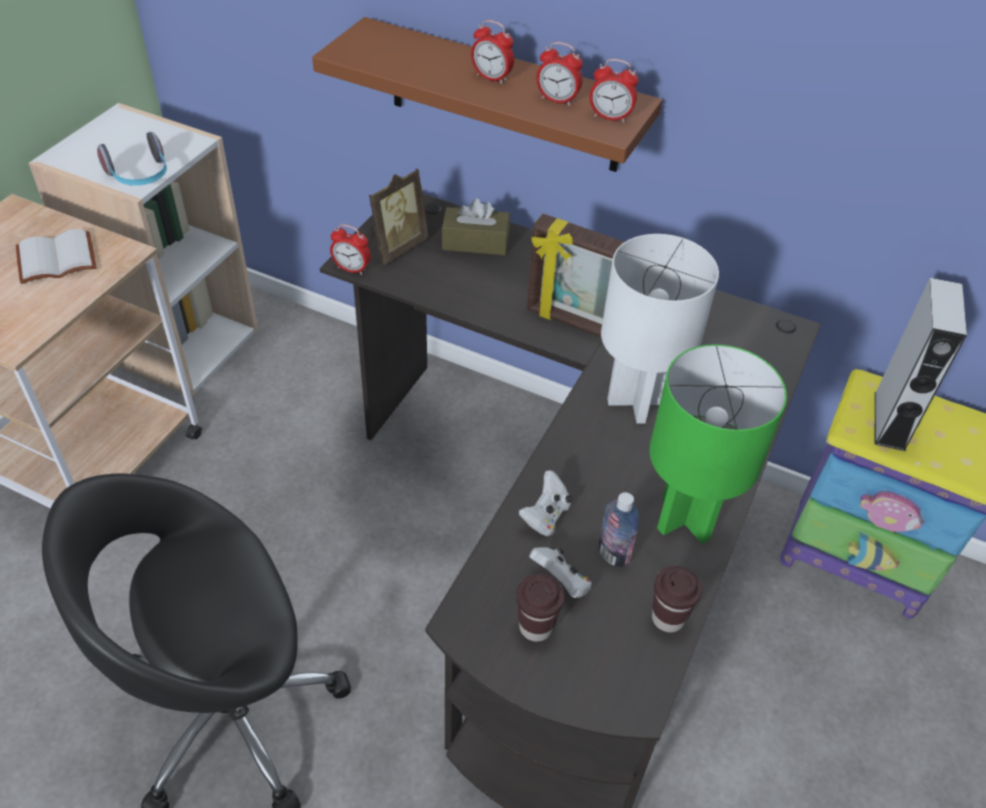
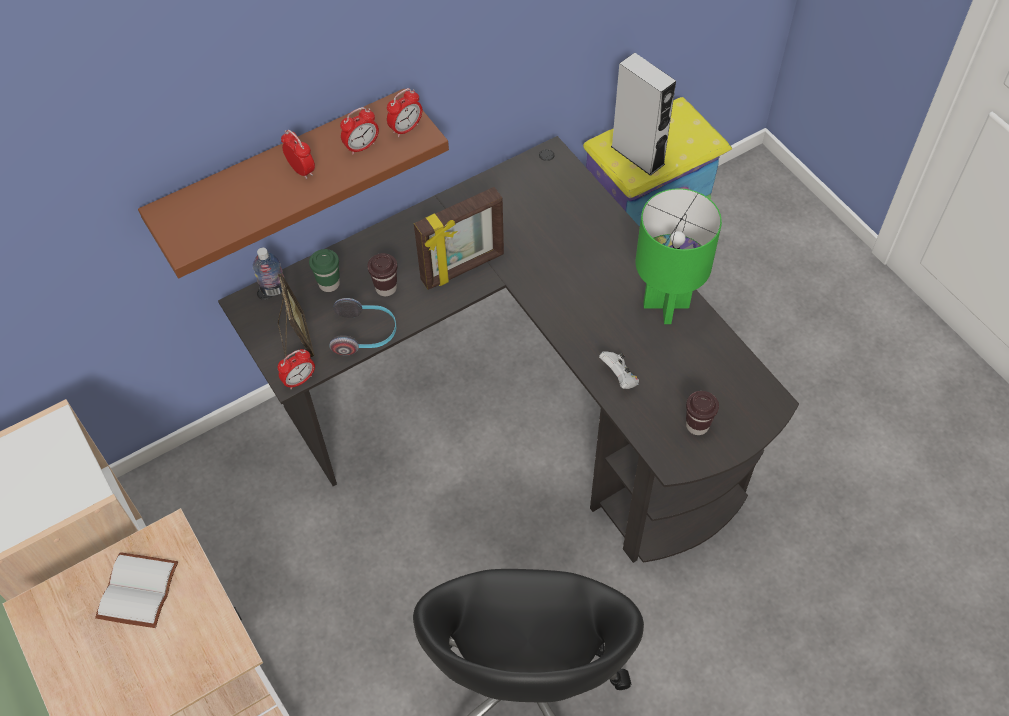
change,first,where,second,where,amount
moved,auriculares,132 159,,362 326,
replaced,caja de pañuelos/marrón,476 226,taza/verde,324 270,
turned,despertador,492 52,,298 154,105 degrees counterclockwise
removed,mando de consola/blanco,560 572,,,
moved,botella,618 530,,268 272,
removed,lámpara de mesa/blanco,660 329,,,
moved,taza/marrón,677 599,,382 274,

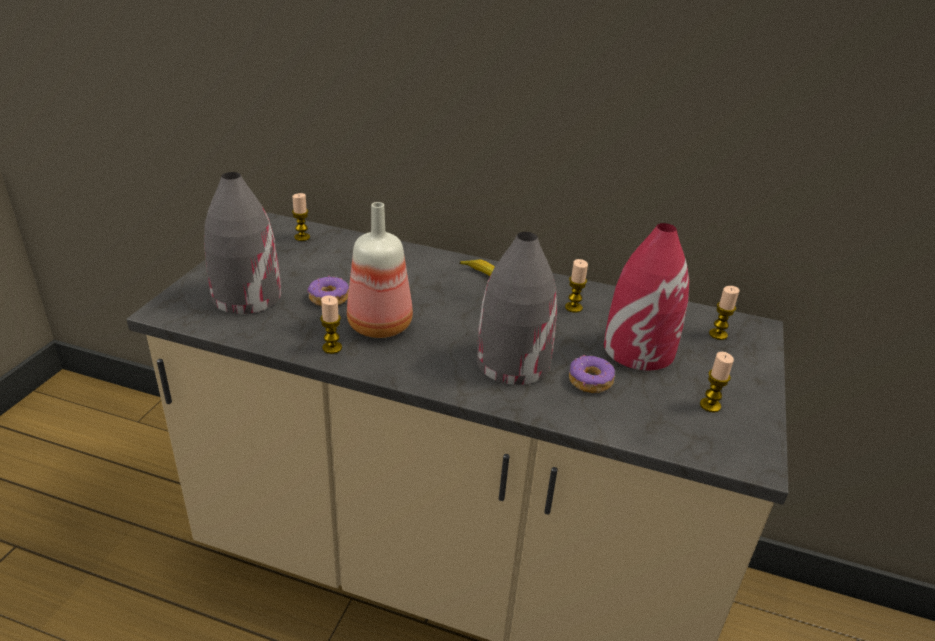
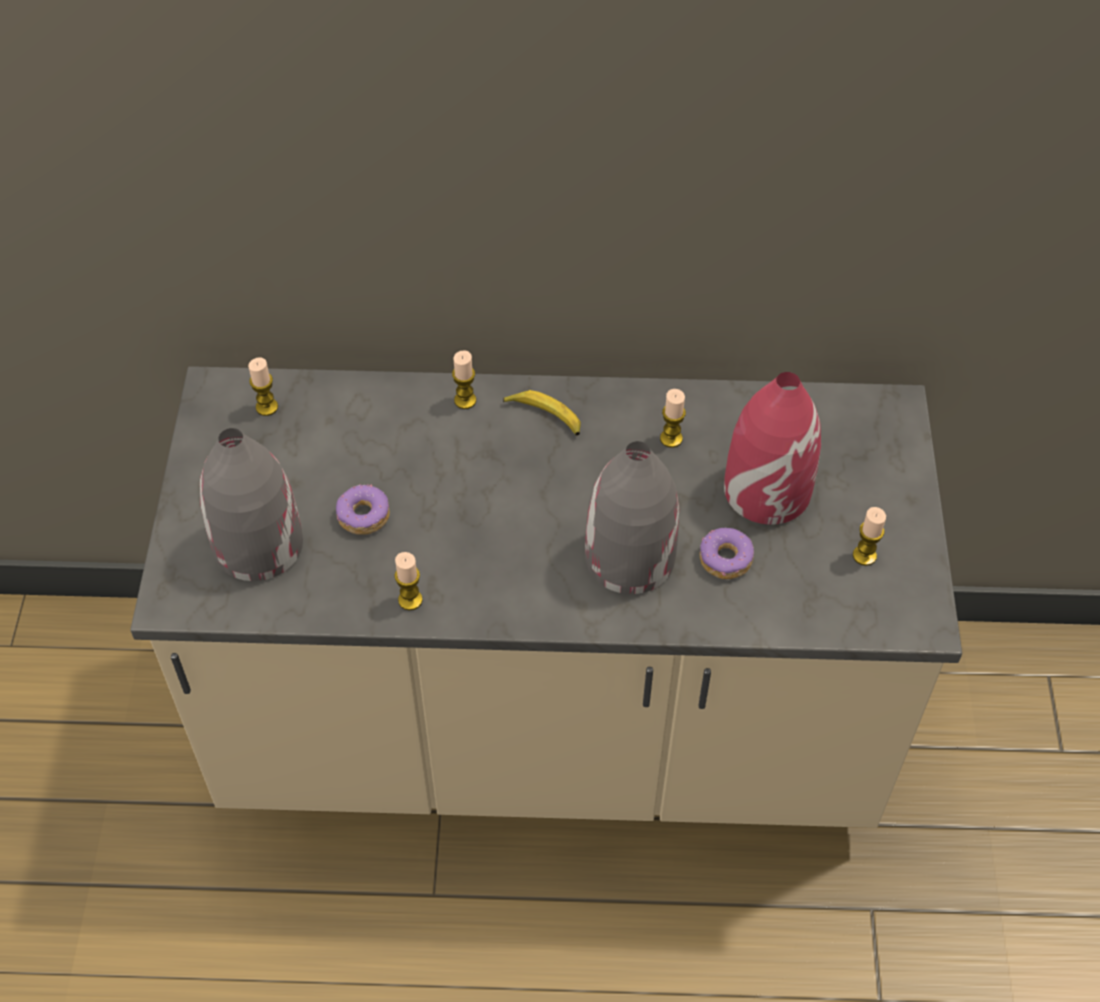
change,first,where,second,where,amount
removed,botella,380 270,,,
moved,vela,724 313,,464 379,

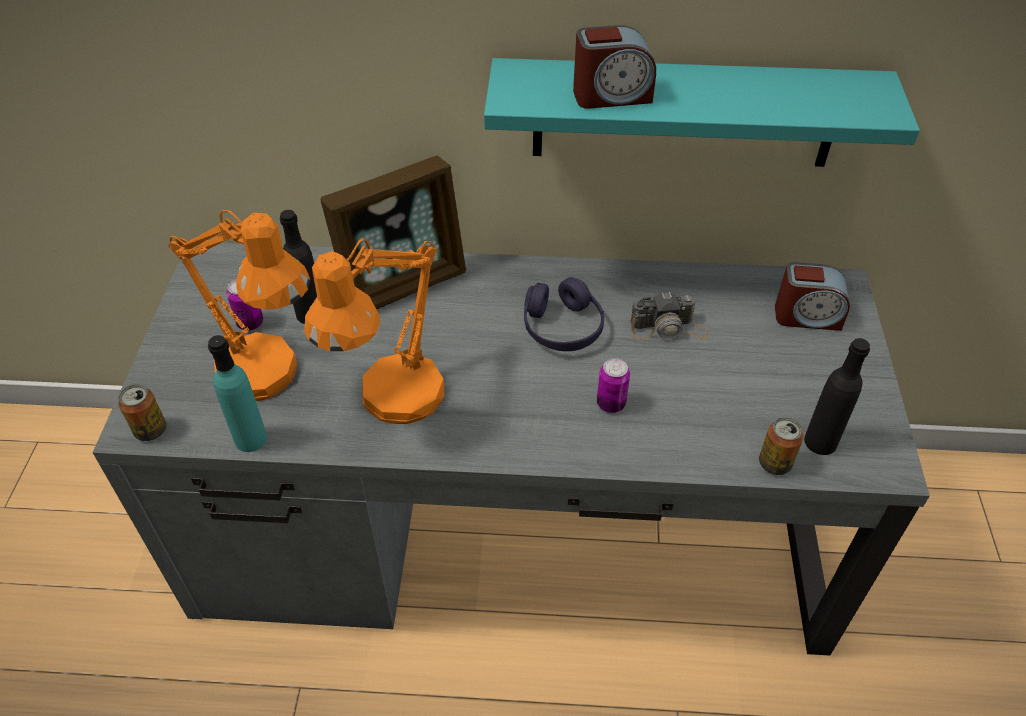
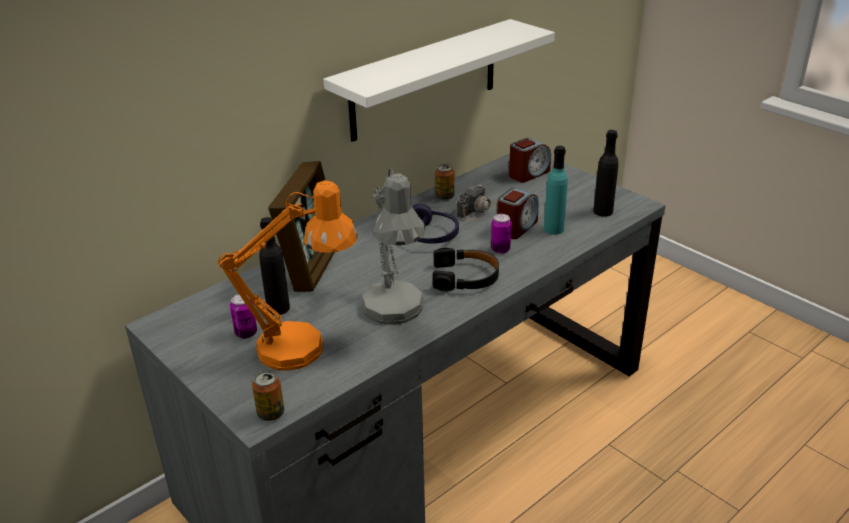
change,first,where,second,where,amount
moved,botella/turquesa,237 393,,556 190,
recoloured,lámpara de mesa/naranja,374 331,lámpara de mesa/gris,393 246,
recoloured,estante/turquesa,702 112,estante/blanco,439 80,
moved,despertador,614 67,,518 213,
moved,lata,781 446,,445 182,
added,,,auriculares/negro,466 269,

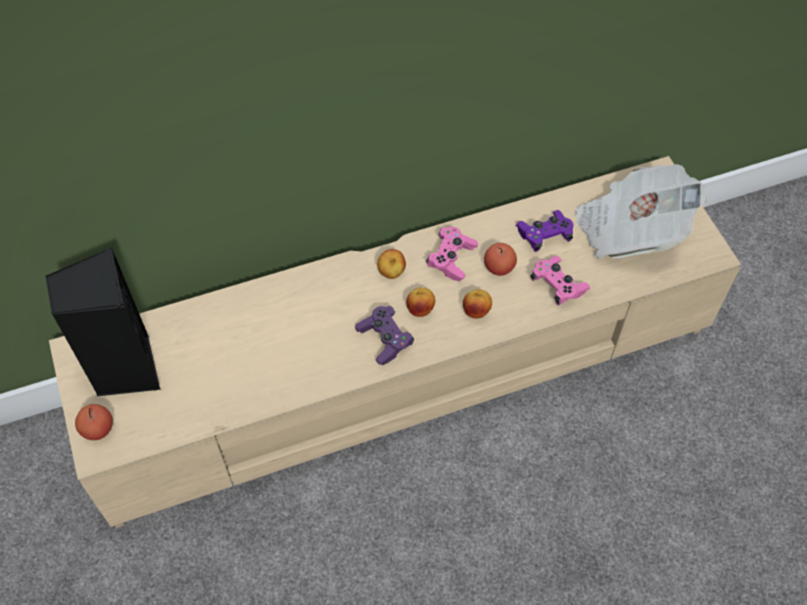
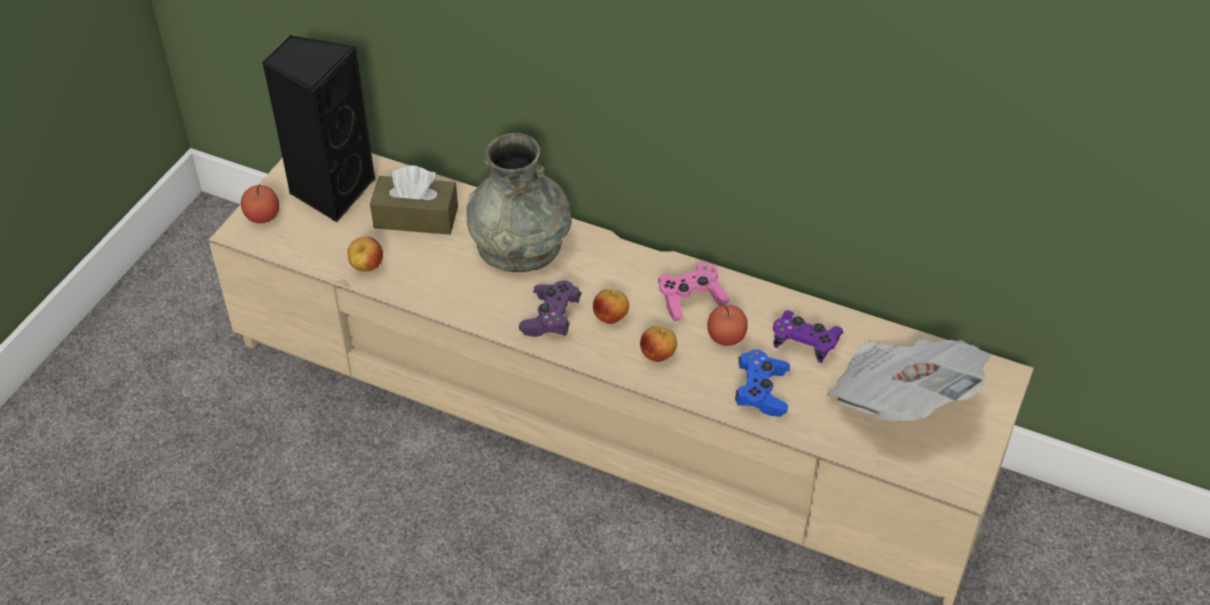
change,first,where,second,where,amount
moved,manzana,391 264,,365 254,
recoloured,mando de consola/rosa,560 281,mando de consola/azul,762 383,
added,,,caja de pañuelos/marrón,414 200,
added,,,florero/gris,519 202,

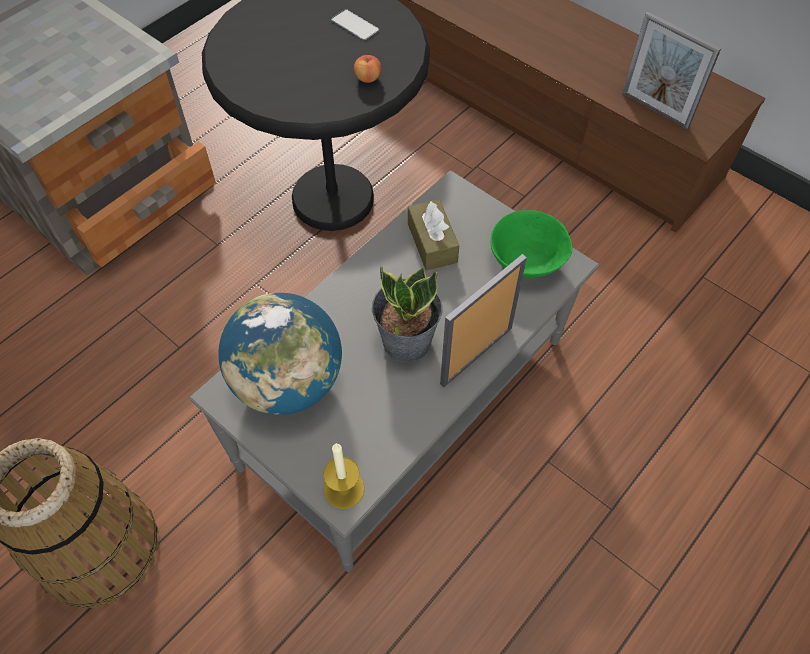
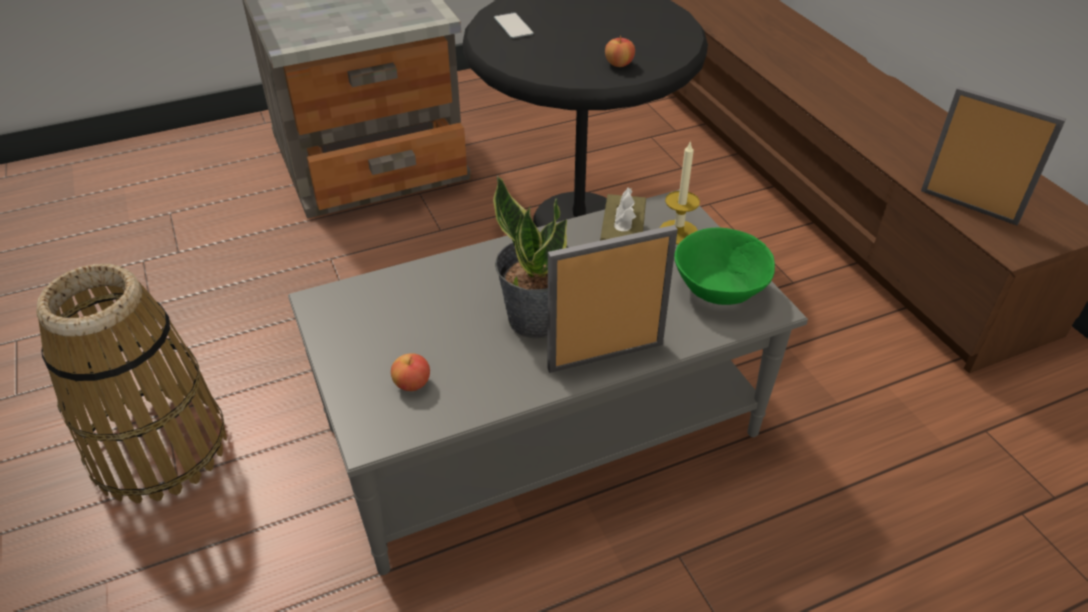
change,first,where,second,where,amount
removed,globo terráqueo,280 354,,,
moved,vela,344 476,,680 192,
moved,móvil,355 24,,514 25,
turned,portarretratos,671 70,,993 155,150 degrees clockwise
added,,,manzana,410 372,

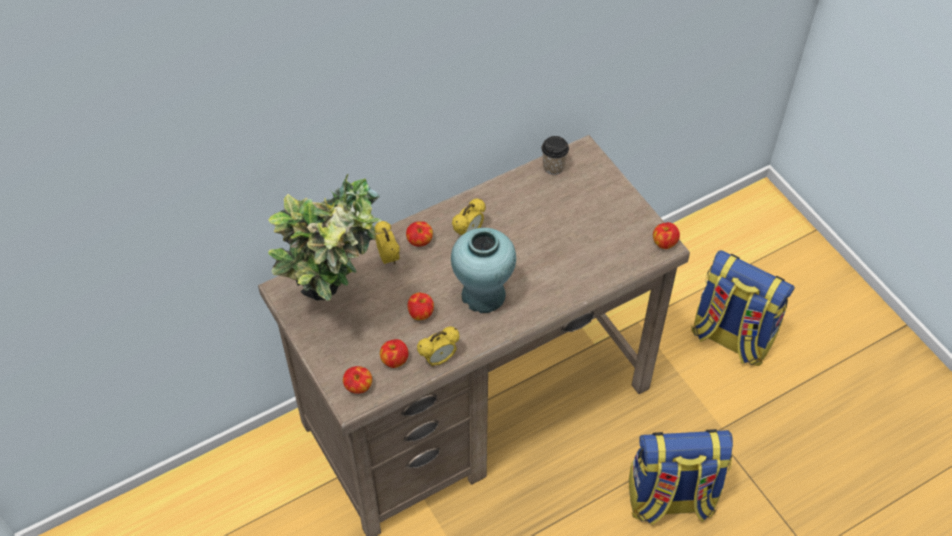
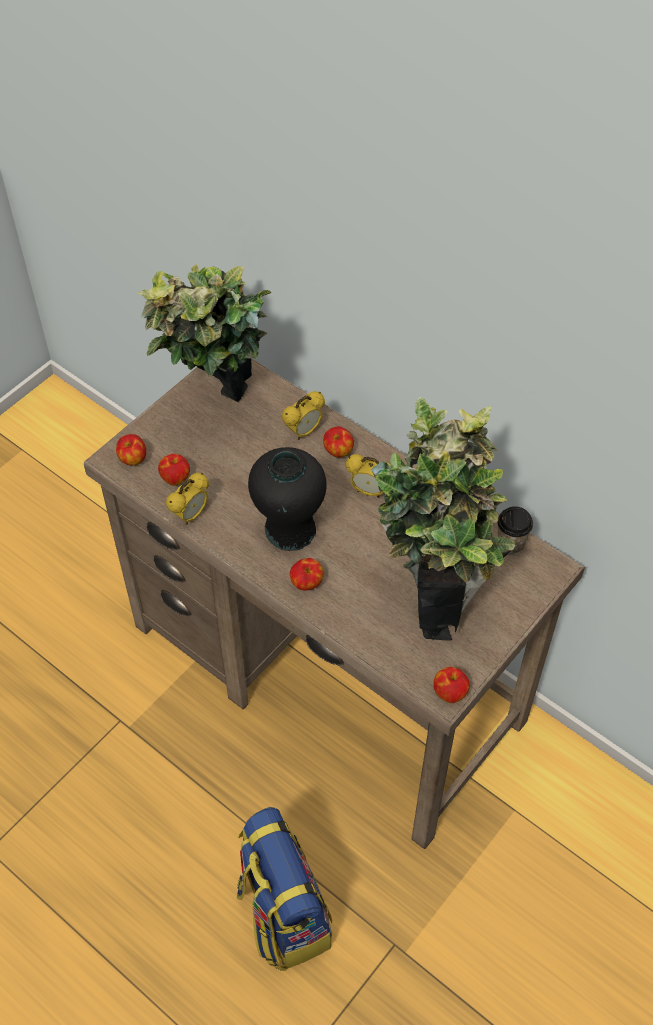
change,first,where,second,where,amount
moved,manzana,421 306,,307 574,
turned,despertador,438 346,,187 499,90 degrees counterclockwise
recoloured,florero/turquesa,483 270,florero/negro,287 499,
removed,mochila,743 308,,,
added,,,planta en maceta,443 518,

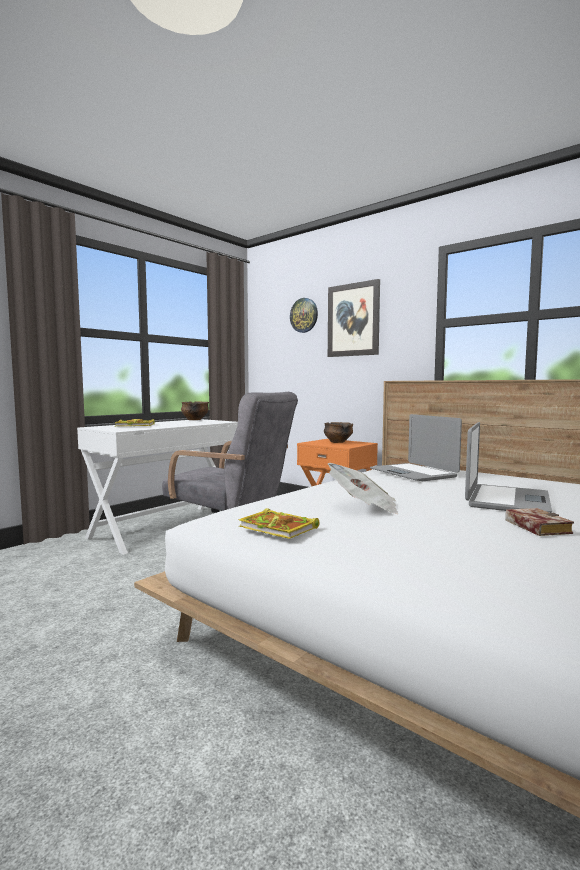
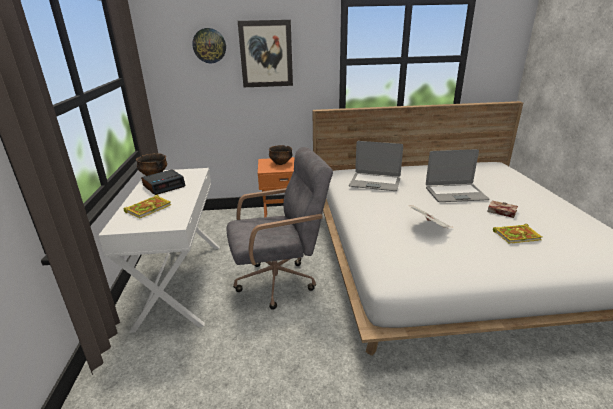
change,first,where,second,where,amount
moved,libro,279 523,,517 234,
turned,portátil,508 467,,457 175,105 degrees clockwise
added,,,despertador,163 182,

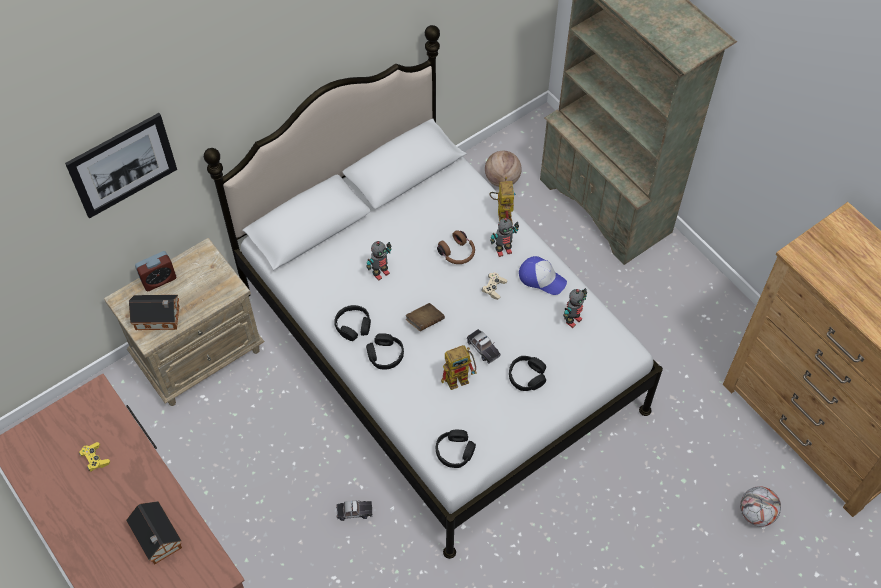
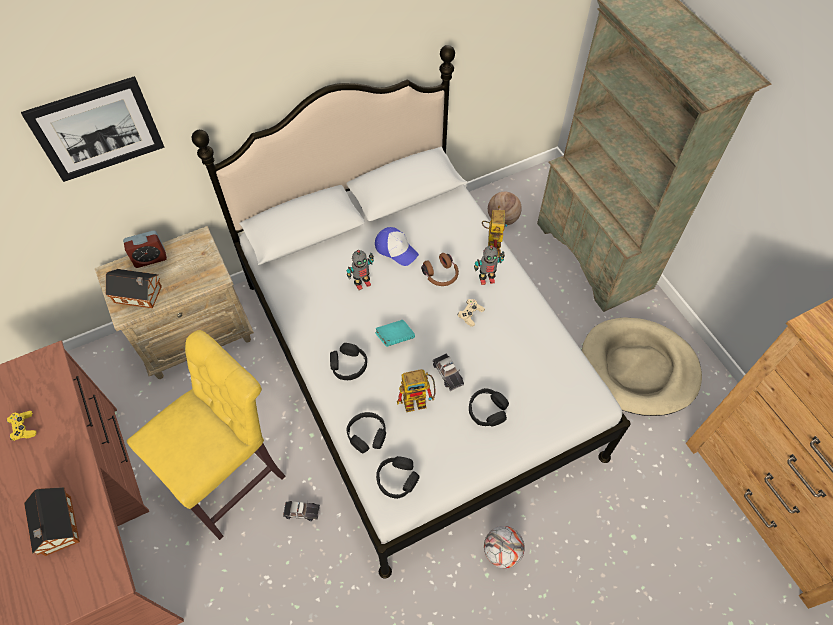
change,first,where,second,where,amount
moved,auriculares/negro,352 323,,366 432,
recoloured,libro/marrón,425 317,libro/turquesa,395 333,
moved,gorra,543 275,,397 246,
removed,robot de juguete,575 308,,,
moved,balón de fútbol,760 506,,504 547,
added,,,taburete/amarillo,206 435,
added,,,cama para perro/beis,642 366,

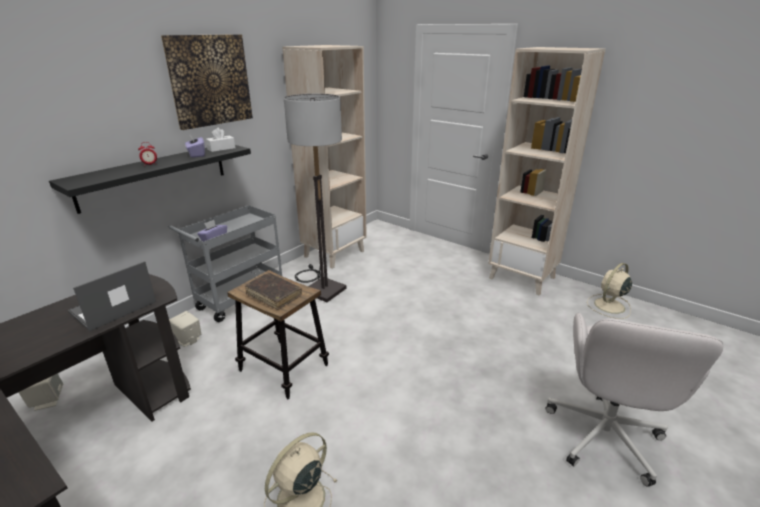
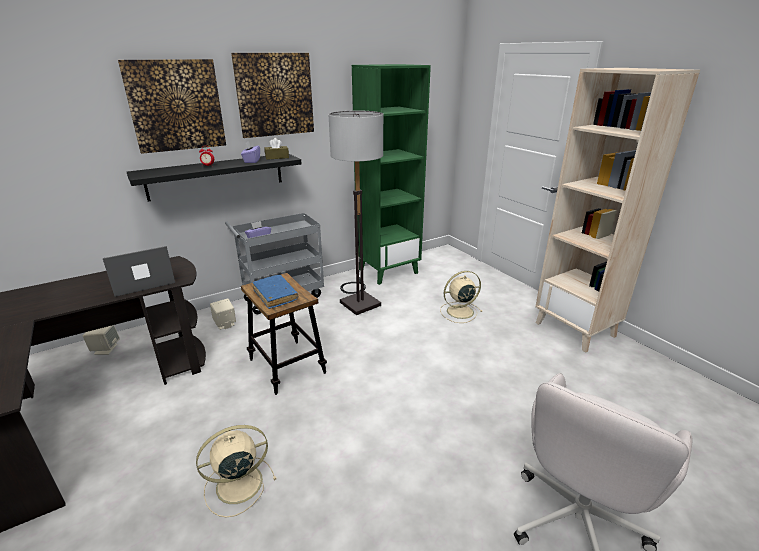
change,first,where,second,where,amount
recoloured,caja de pañuelos/blanco,220 140,caja de pañuelos/marrón,276 149,
recoloured,libro/marrón,273 291,libro/azul,275 292,
recoloured,estantería/beis,324 157,estantería/verde,391 174,
moved,ventilador/beis,609 291,,461 297,
added,,,cuadro,172 106,

